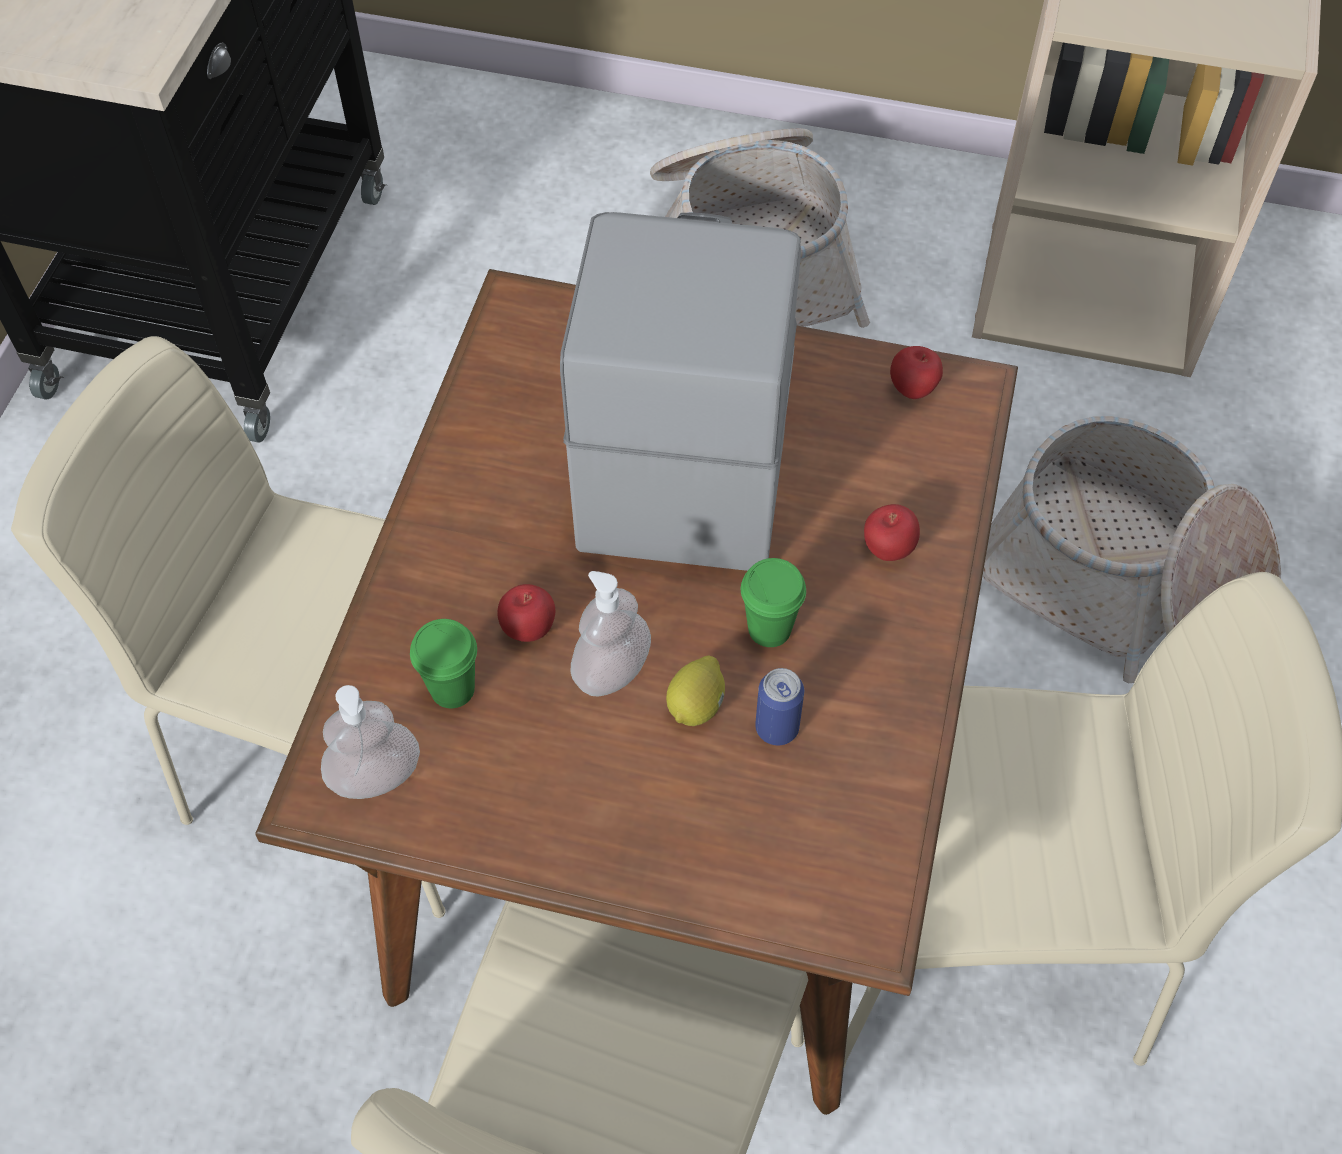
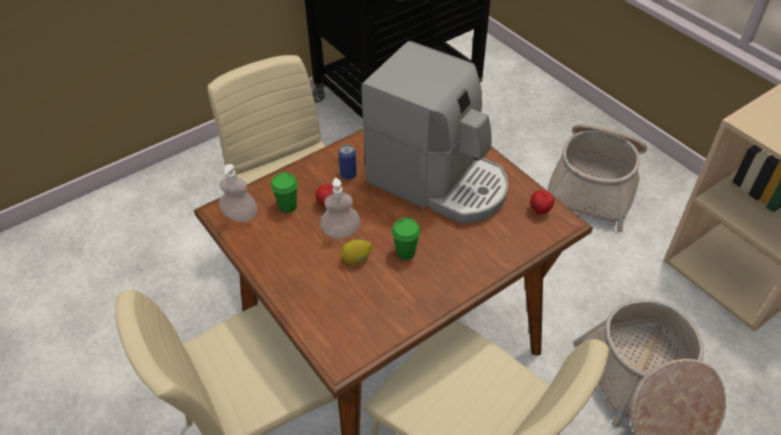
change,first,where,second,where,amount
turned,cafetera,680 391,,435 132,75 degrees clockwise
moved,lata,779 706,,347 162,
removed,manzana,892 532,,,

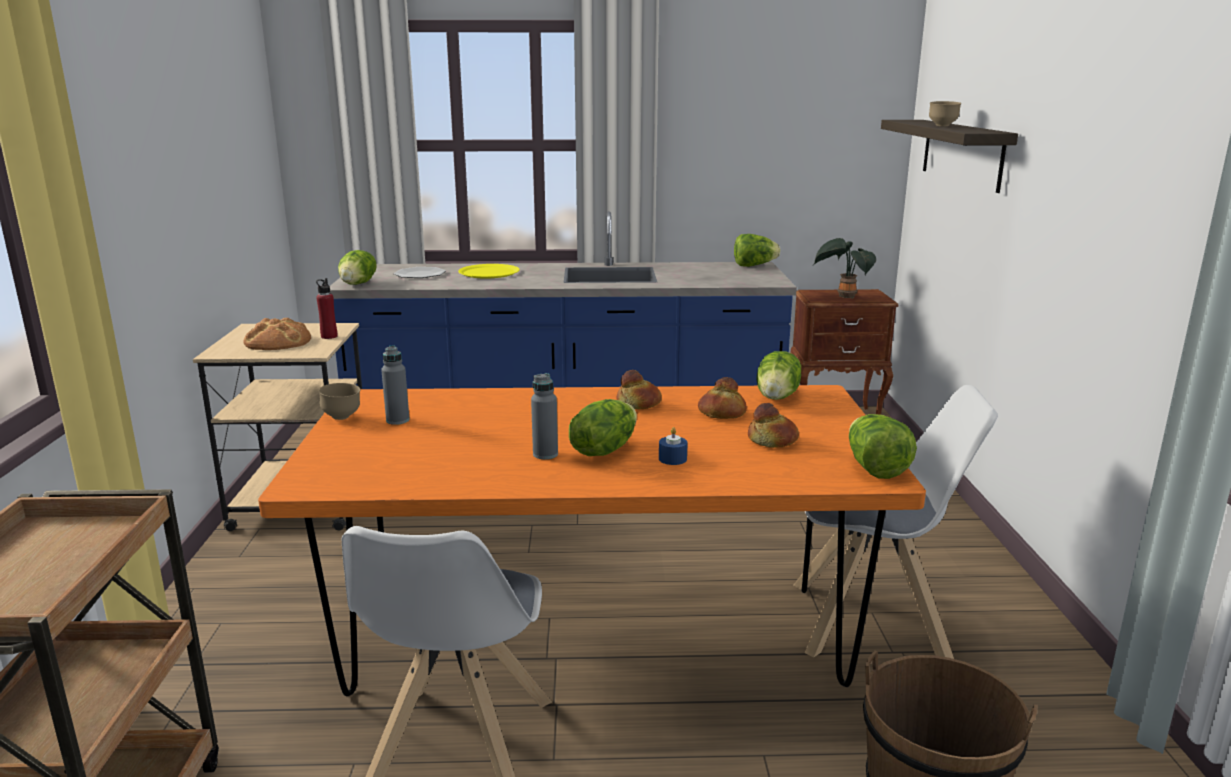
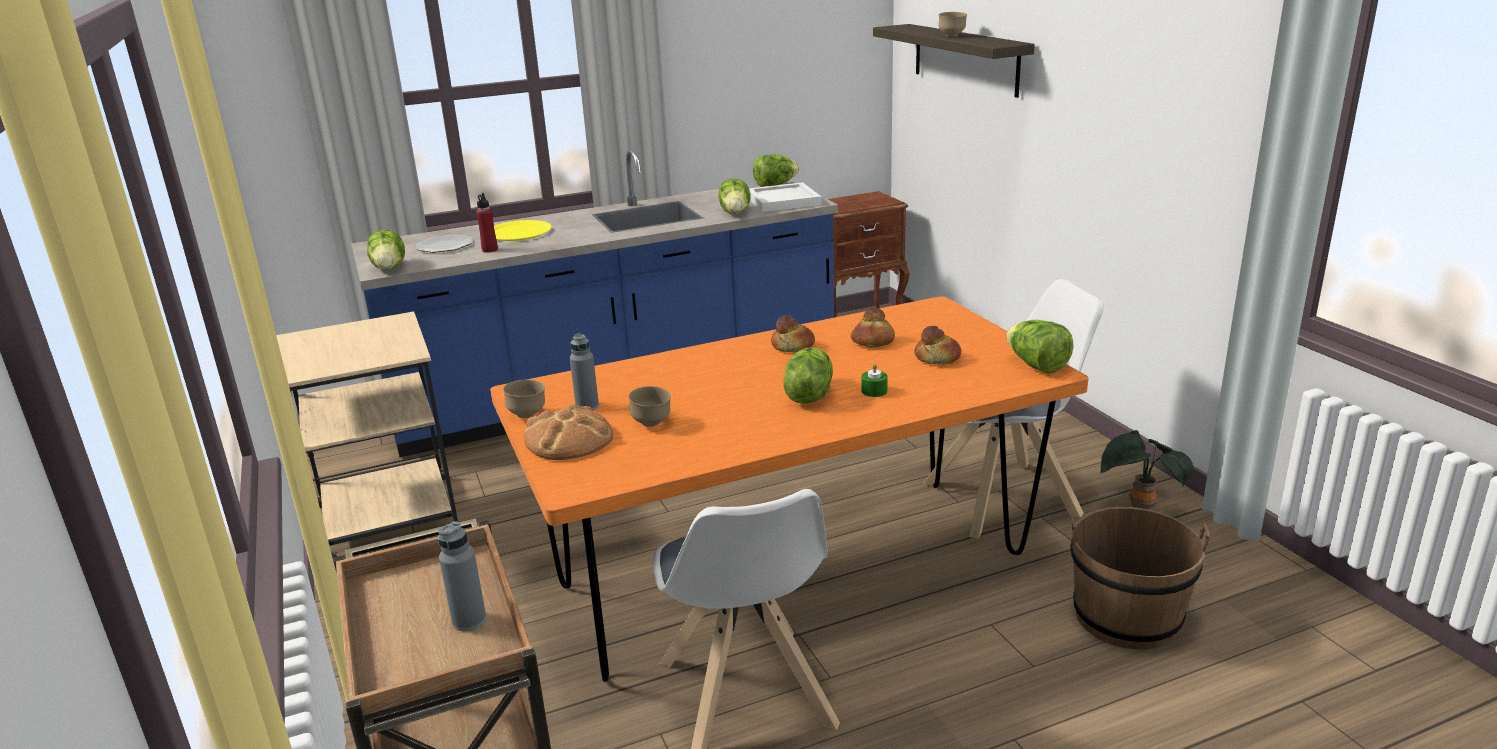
change,first,where,second,where,amount
moved,pan,277 334,,568 432,
moved,botella/rojo,326 308,,487 223,
moved,botella/gris,544 416,,462 576,
recoloured,vela/azul,673 446,vela/verde,875 380,
moved,lechuga,778 375,,735 196,
moved,planta en maceta,845 268,,1147 469,
added,,,cuenco/marrón,649 406,
added,,,bandeja/blanco,785 197,

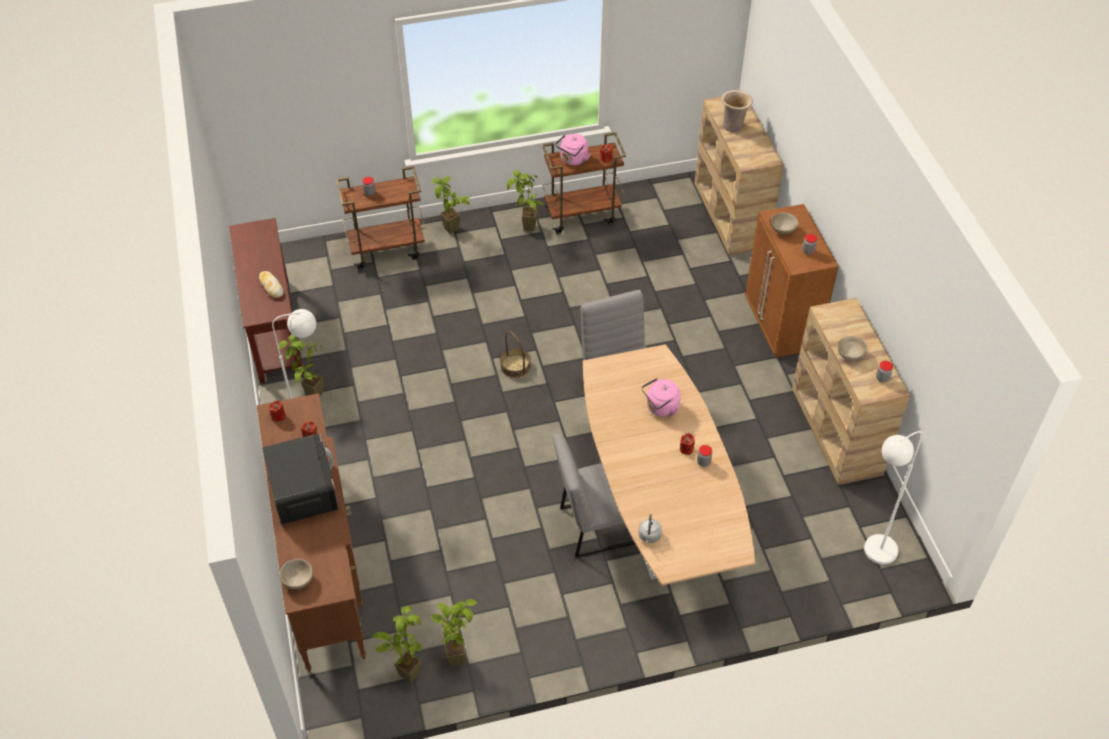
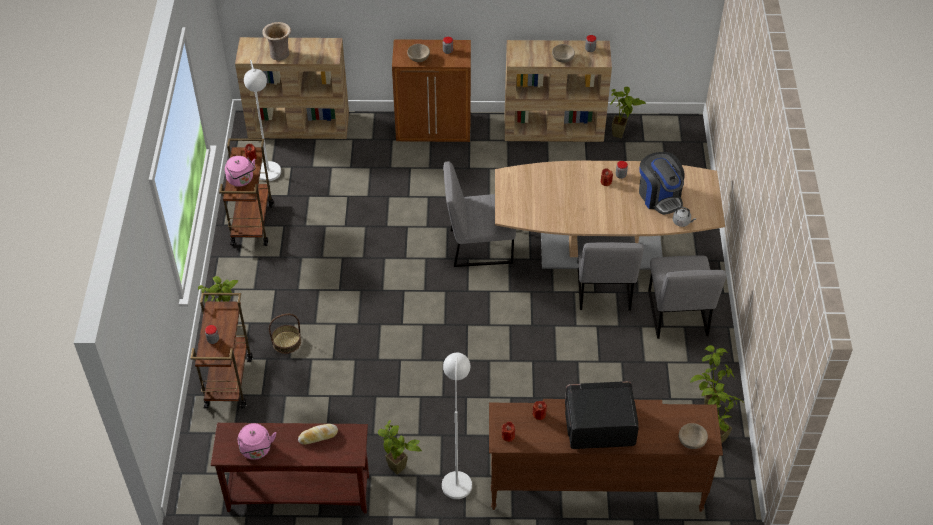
change,first,where,second,where,amount
moved,cesta,515 354,,285 334,
moved,planta en maceta,525 200,,628 112,
moved,hervidor/rosa,661 397,,257 441,
moved,lámpara de pie/blanco,893 497,,262 120,
added,,,cafetera,662 183,
added,,,silla/gris,687 297,

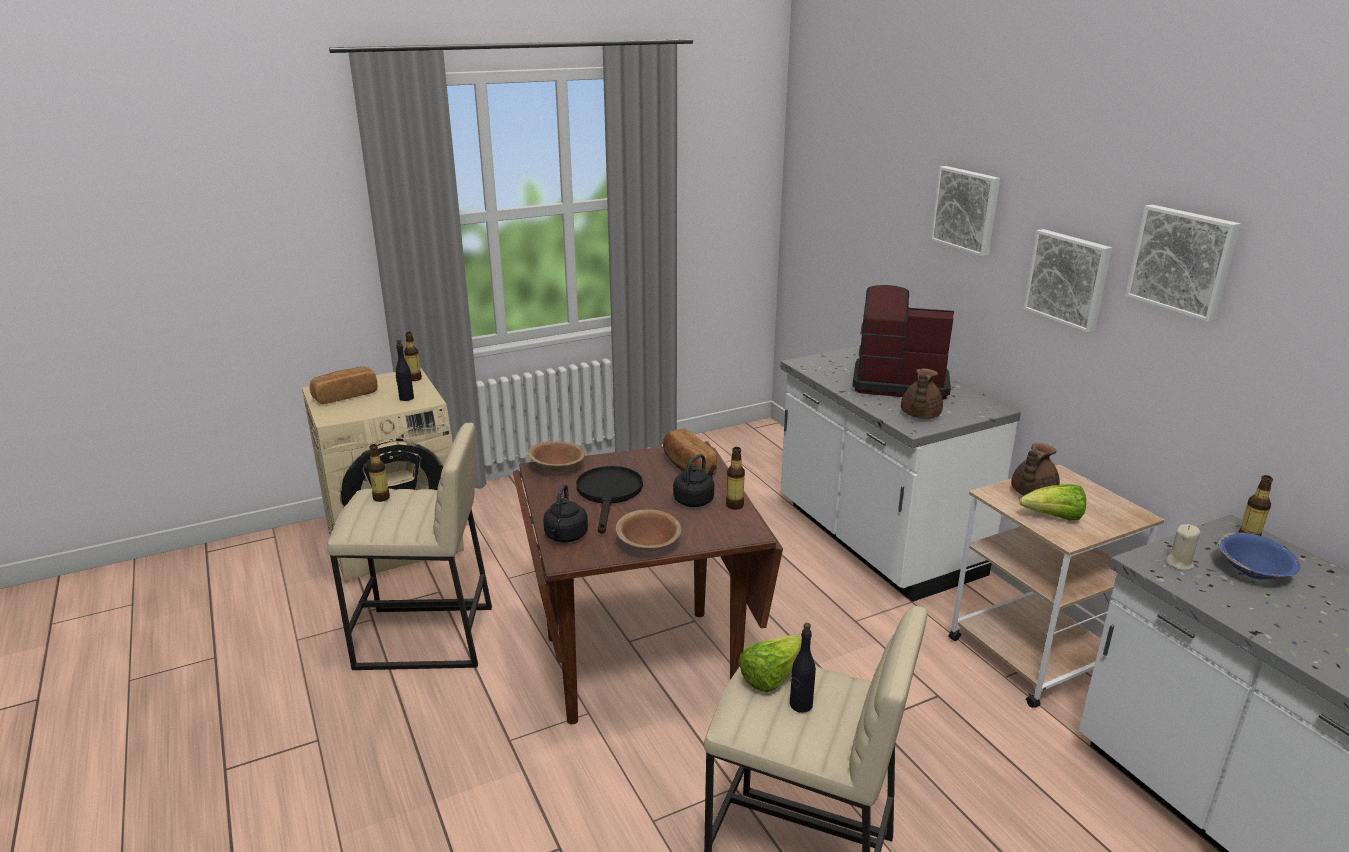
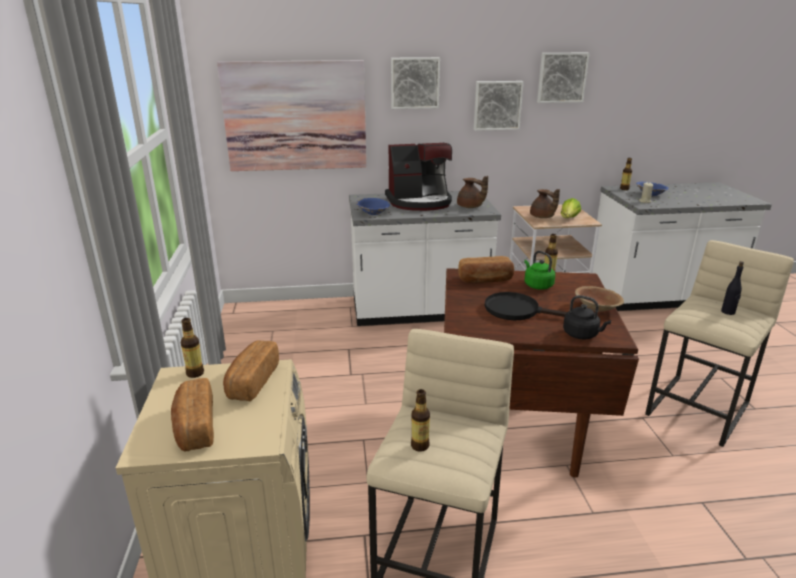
change,first,where,second,where,amount
replaced,botella/negro,404 370,pan,251 370,
removed,cuenco/marrón,556 456,,,
recoloured,hervidor/negro,694 480,hervidor/verde,539 270,
removed,lechuga,770 663,,,
turned,cafetera,903 342,,418 177,135 degrees counterclockwise
added,,,cuadro,291 115,
added,,,cuenco/azul,373 206,

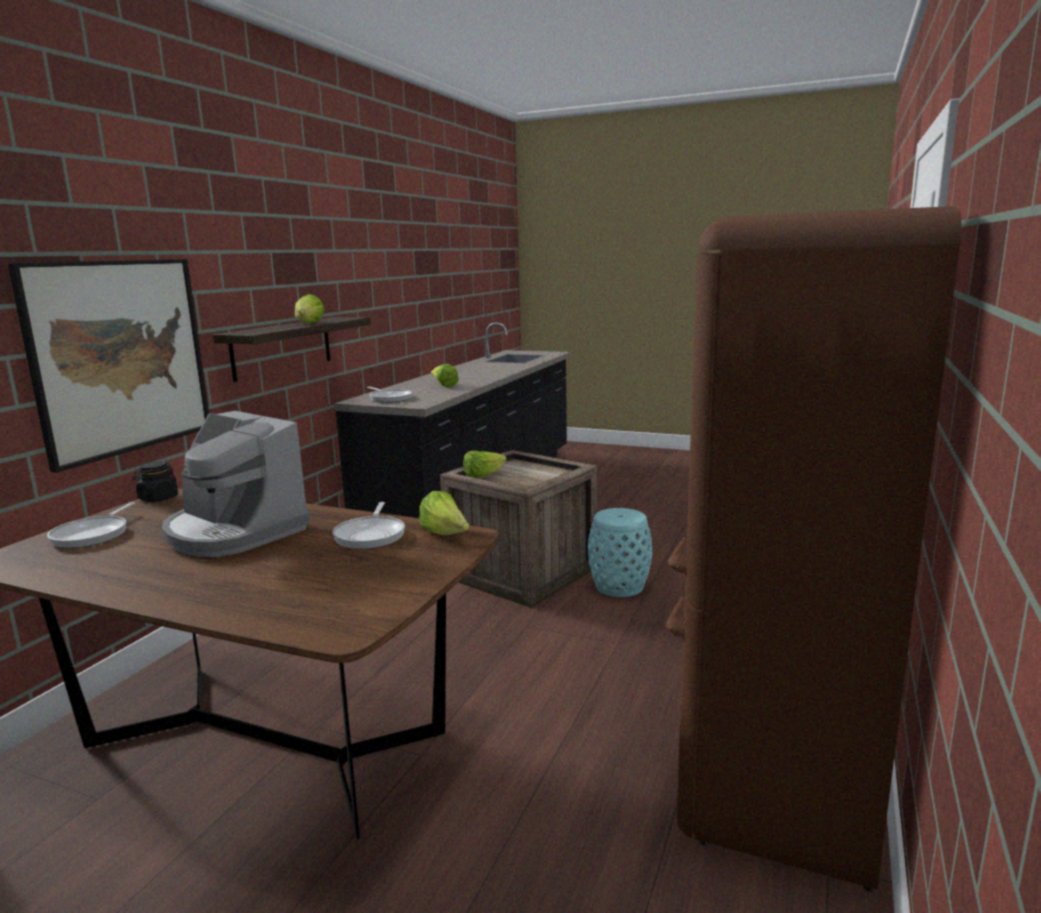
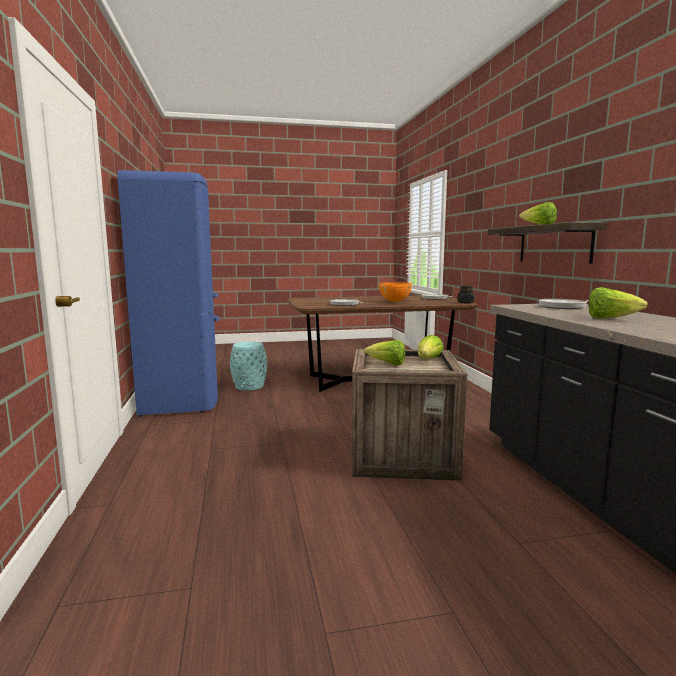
change,first,where,second,where,amount
removed,cuadro,108 366,,,
replaced,cafetera,236 484,olla/naranja,395 292,
moved,lechuga,444 513,,384 352,
moved,taburete/turquesa,620 552,,248 366,
recoloured,nevera/marrón,813 549,nevera/azul,168 293,

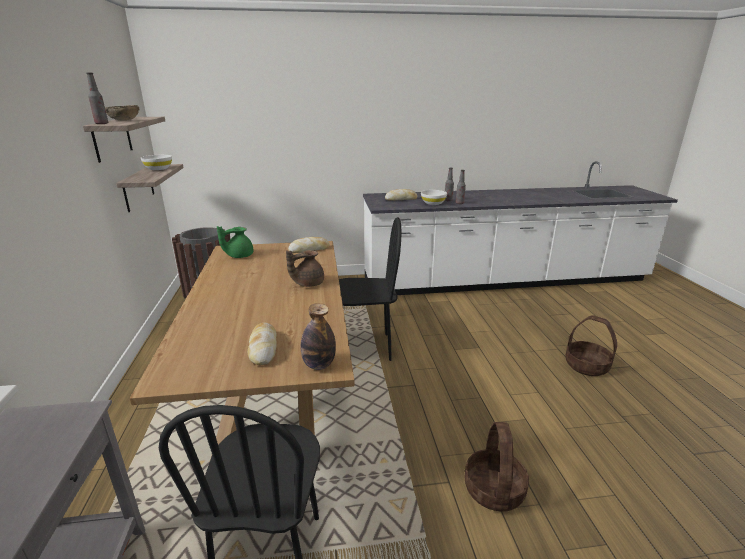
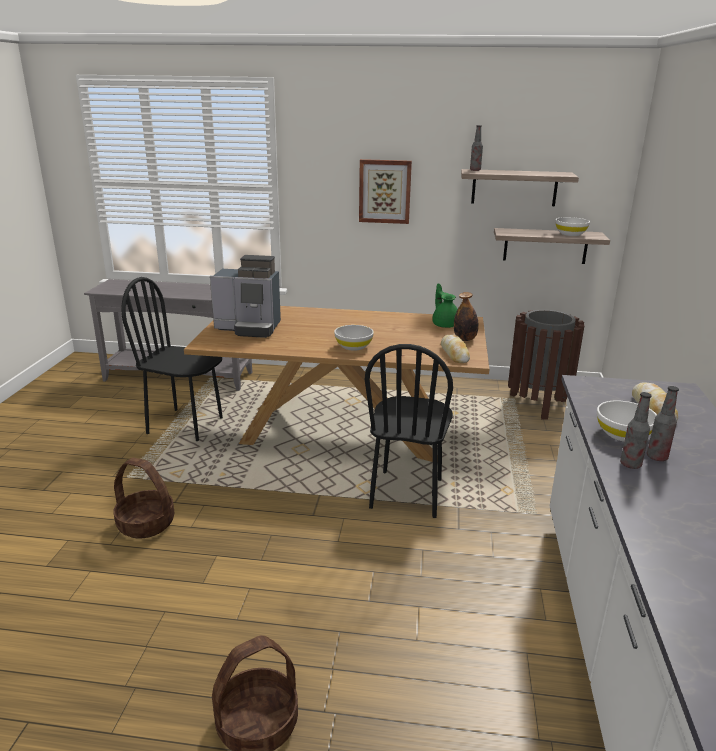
change,first,where,second,where,amount
removed,cuenco/marrón,122 113,,,
replaced,pan,262 344,cafetera,245 296,
replaced,tetera/marrón,305 268,cuenco/blanco,354 338,
moved,botella,318 336,,466 316,
added,,,cuadro,385 191,

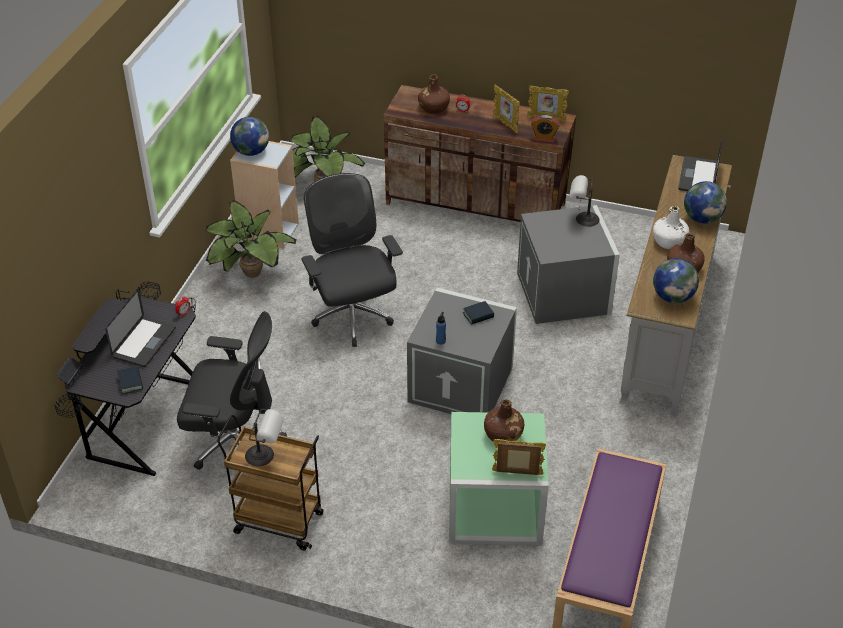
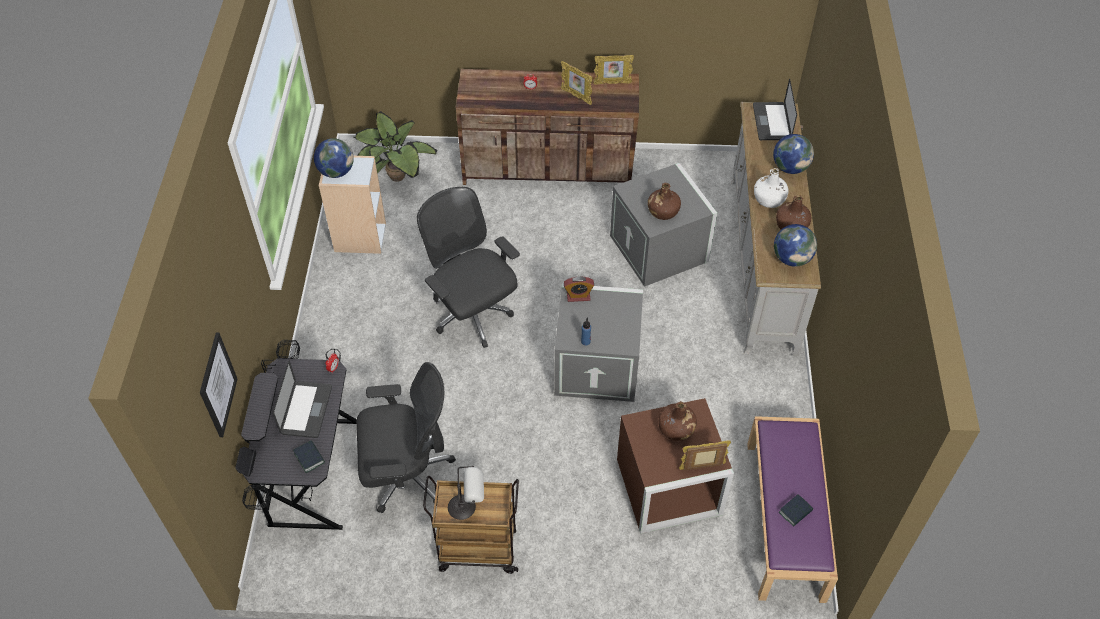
change,first,where,second,where,amount
removed,planta en maceta,250 239,,,
moved,botella/marrón,434 94,,664 201,
recoloured,caja de almacenaje/verde,499 479,caja de almacenaje/marrón,675 466,
moved,libro,478 313,,796 510,
moved,despertador,545 129,,579 289,
removed,lámpara de mesa,584 201,,,
added,,,cuadro,218 384,

